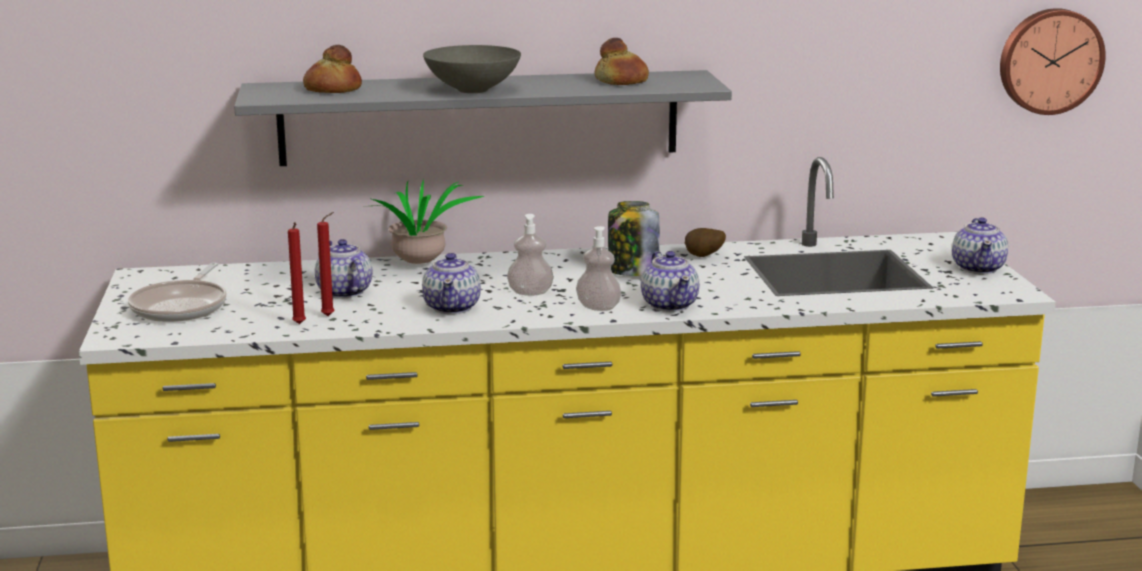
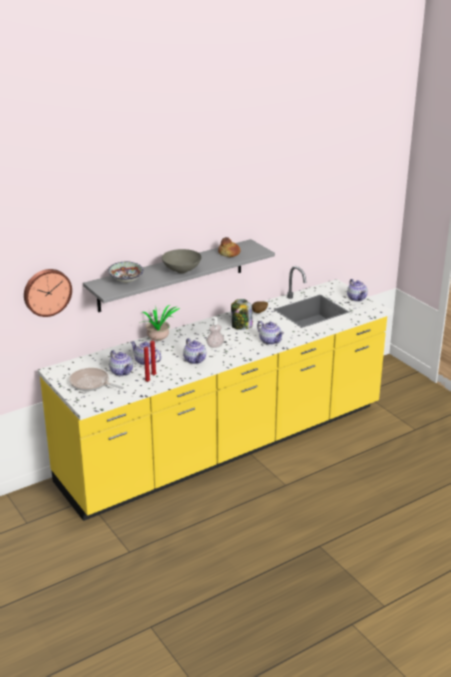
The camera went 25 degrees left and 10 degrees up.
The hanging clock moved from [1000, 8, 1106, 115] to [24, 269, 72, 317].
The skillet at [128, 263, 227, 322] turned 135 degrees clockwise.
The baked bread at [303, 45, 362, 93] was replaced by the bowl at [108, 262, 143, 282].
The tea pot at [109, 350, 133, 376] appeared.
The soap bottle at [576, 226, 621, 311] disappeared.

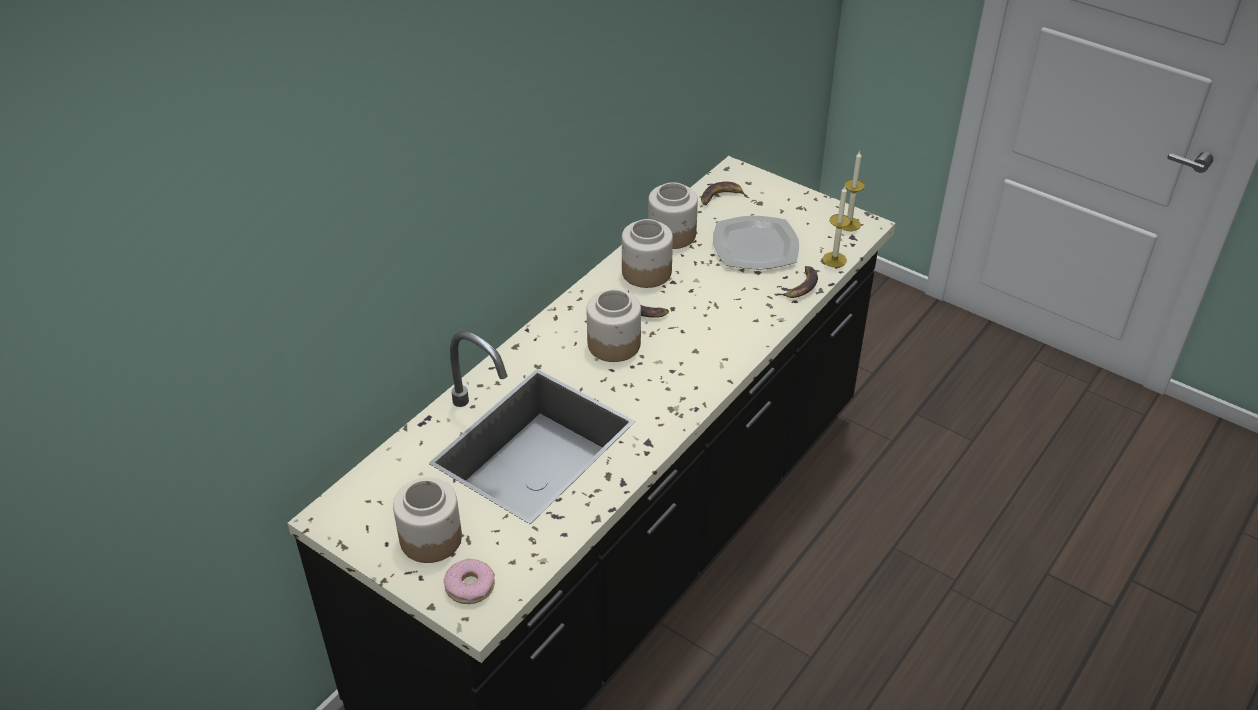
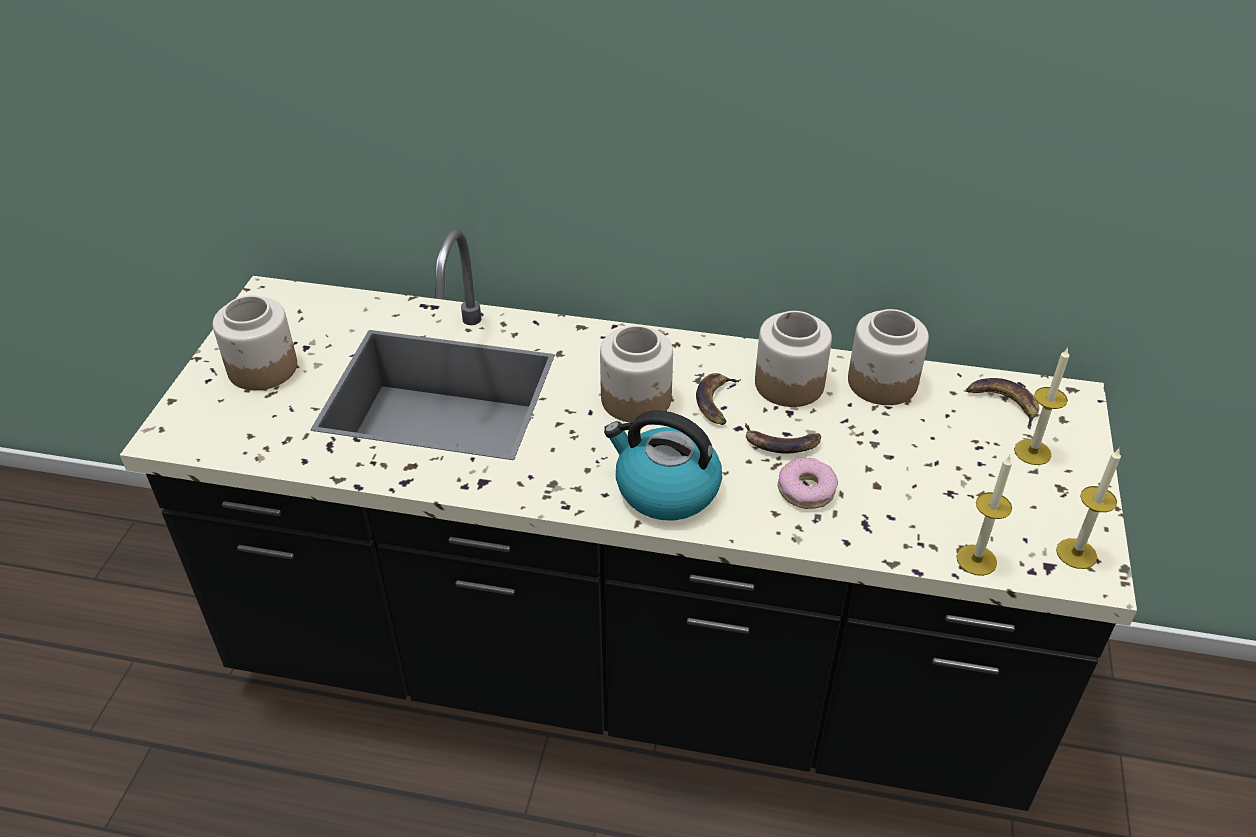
The camera went 65 degrees right and 0 degrees up.
The kettle at [604, 410, 722, 520] appeared.
The banana fruit moved from [775, 266, 818, 298] to [745, 423, 821, 453].
The ring doughnut moved from [444, 559, 495, 604] to [778, 457, 838, 509].
The wax light at [1014, 347, 1069, 465] appeared.
The plate at [713, 216, 799, 269] disappeared.

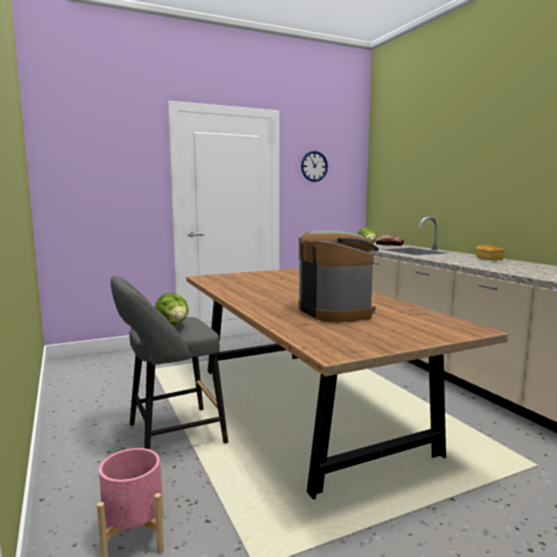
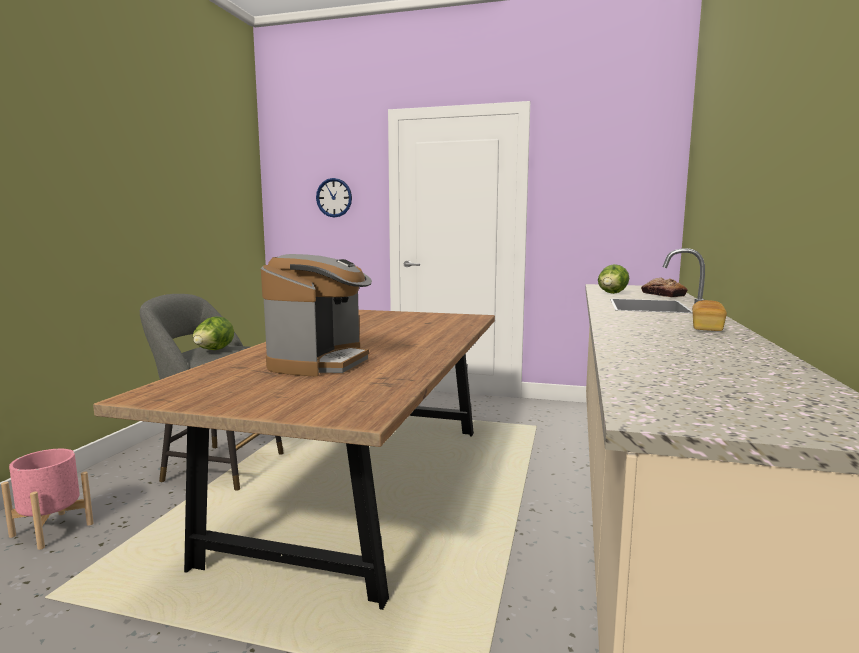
The camera went 40 degrees right and 0 degrees up.
The hanging clock moved from [301, 151, 328, 182] to [316, 178, 352, 217].

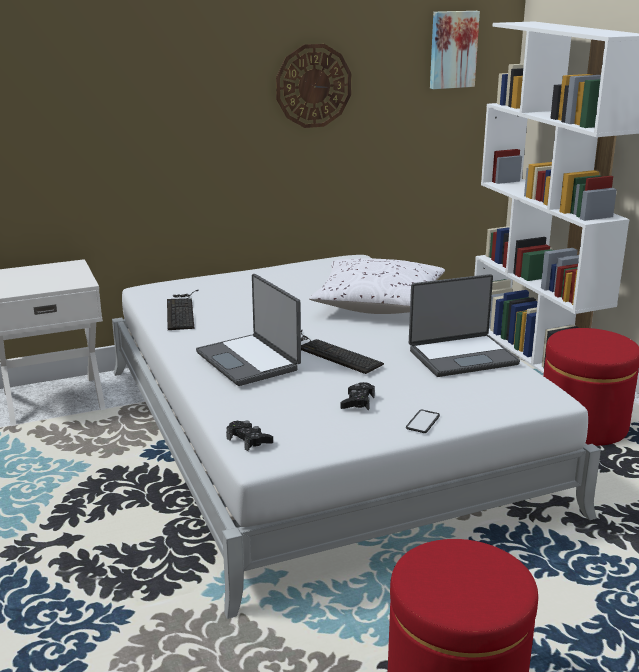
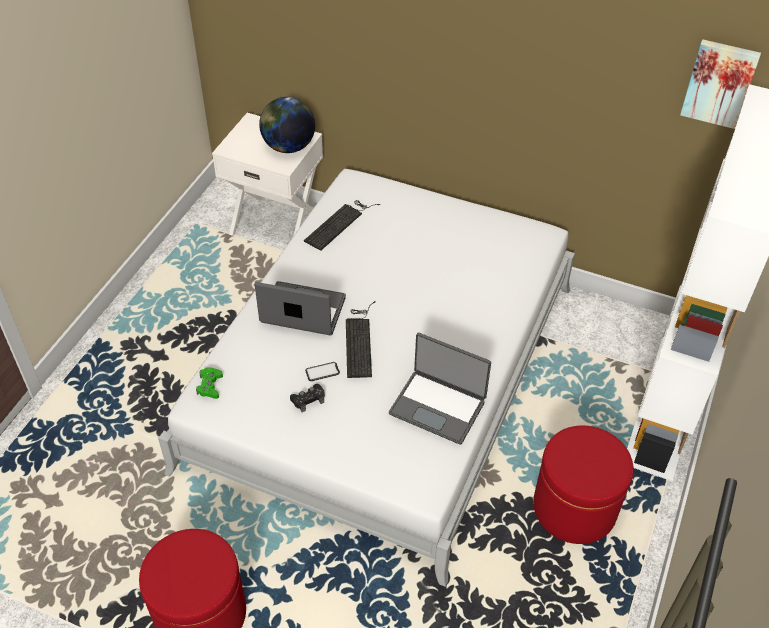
The camera went 45 degrees right and 25 degrees up.
The joypad in blackish at [226, 420, 273, 451] became the joypad in green-coloured at [196, 367, 223, 399].
The portable computer at [196, 274, 301, 386] turned 90 degrees clockwise.
The world globe at [259, 97, 315, 153] appeared.
The phone moved from [406, 410, 440, 433] to [305, 362, 340, 381].
The hanging clock at [276, 44, 351, 128] disappeared.
The pillow in white at [309, 258, 445, 314] disappeared.

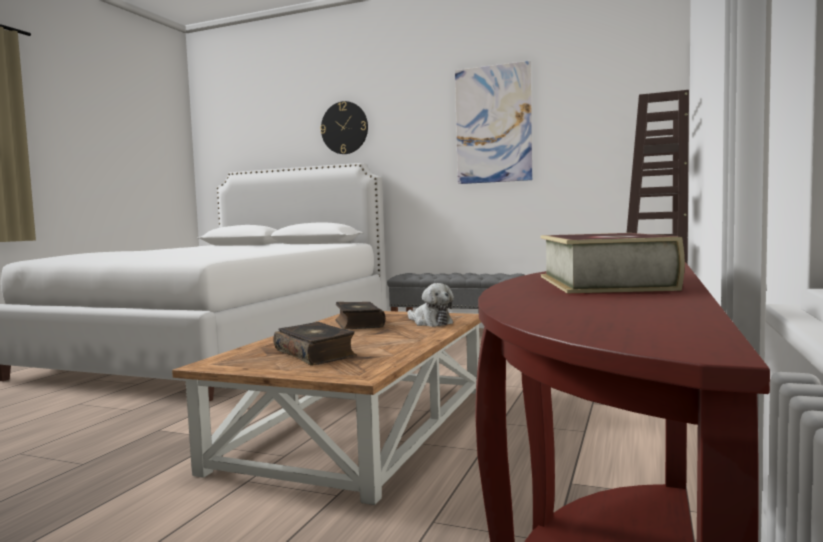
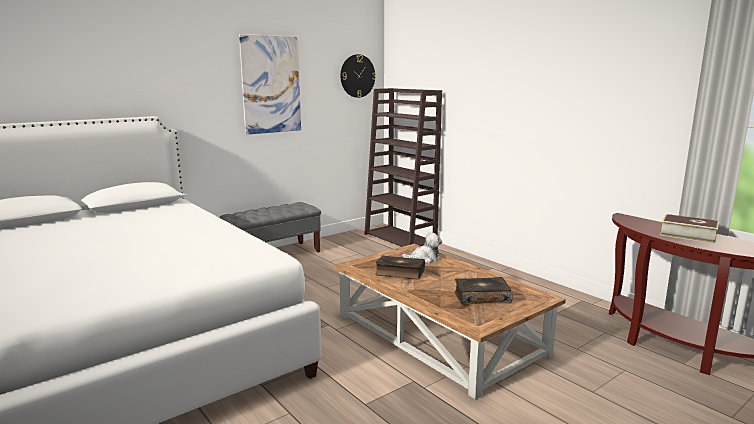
The camera went 60 degrees left and 10 degrees up.
The hanging clock moved from [320, 101, 368, 154] to [340, 54, 376, 98].

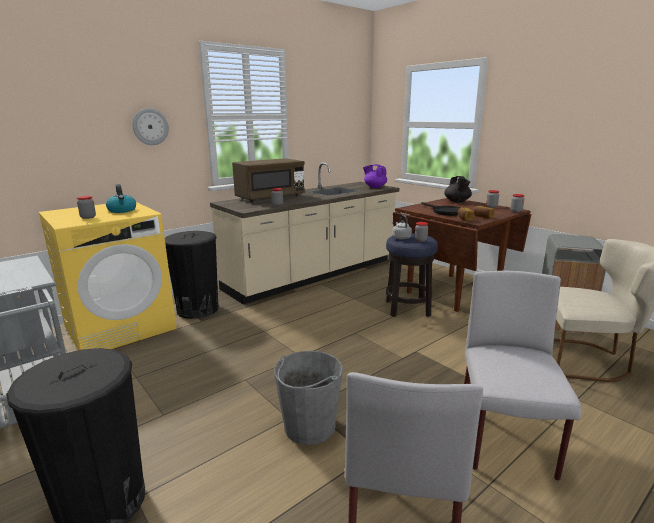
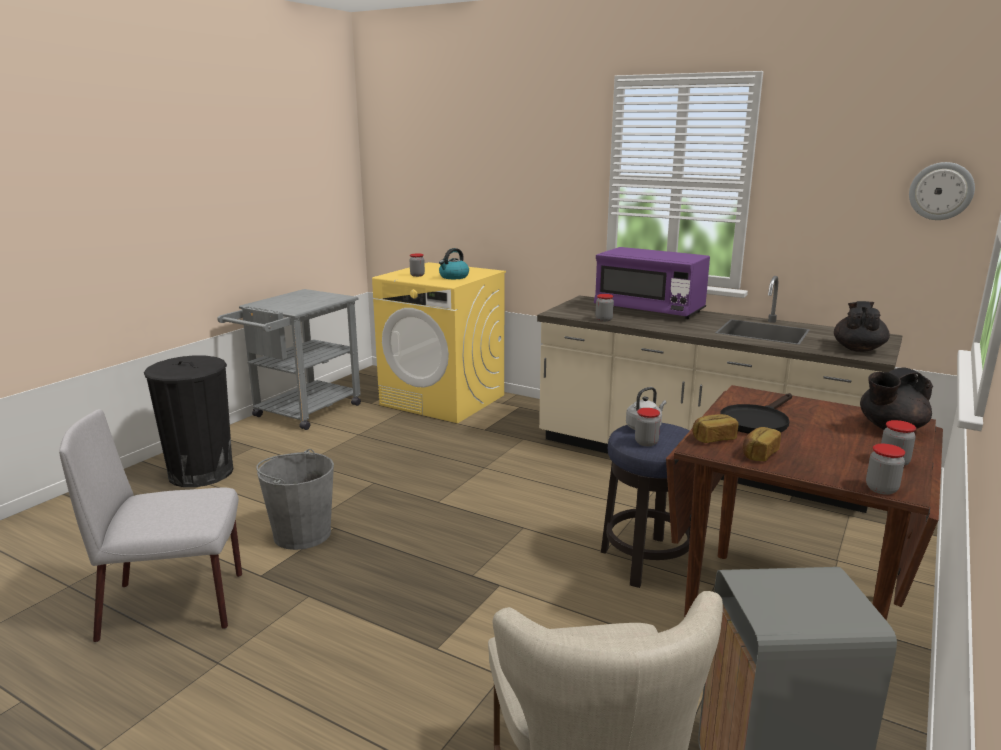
The camera went 70 degrees right and 0 degrees up.
The microwave in brownish at [232, 158, 305, 202] became the microwave in purplish at [594, 247, 710, 319].
The tea pot in purplish at [363, 164, 387, 188] became the tea pot in blackish at [834, 301, 890, 352].
The hanging clock moved from [132, 108, 169, 145] to [909, 162, 975, 220].
The rubbish bin in blackish at [165, 231, 219, 319] disappeared.
The chair in gray at [464, 271, 582, 481] disappeared.

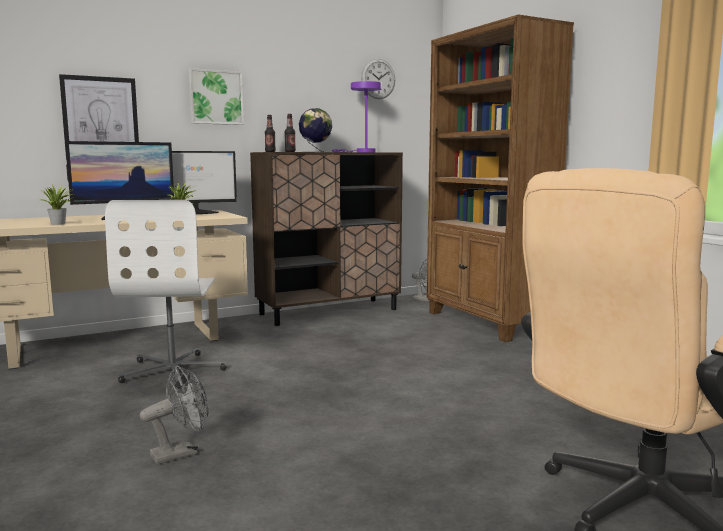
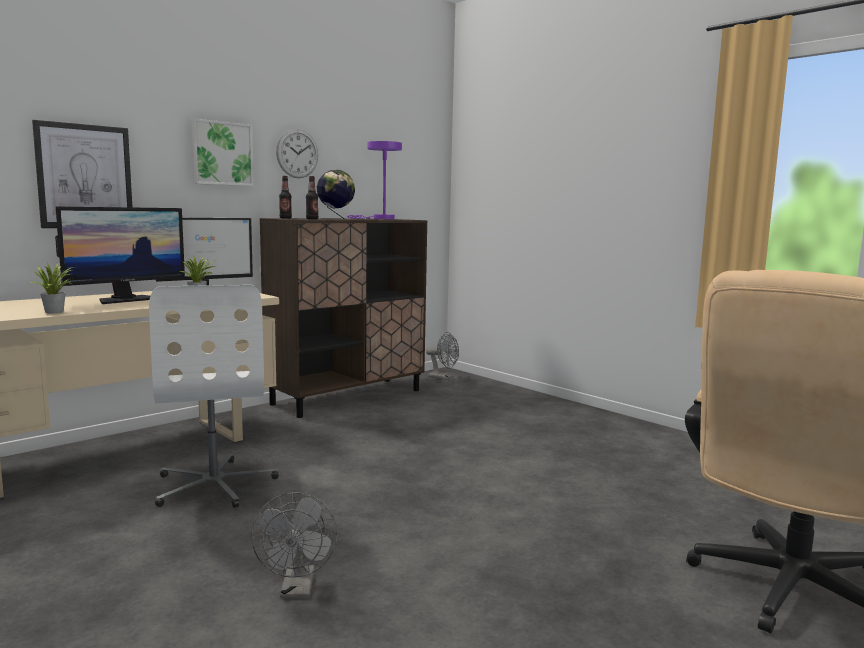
The camera went 15 degrees left and 0 degrees up.
The cooling fan in gray at [140, 366, 208, 464] turned 135 degrees clockwise.
The hanging clock moved from [361, 59, 395, 99] to [276, 129, 318, 178].
The shelving unit in brownish at [426, 14, 574, 342] disappeared.

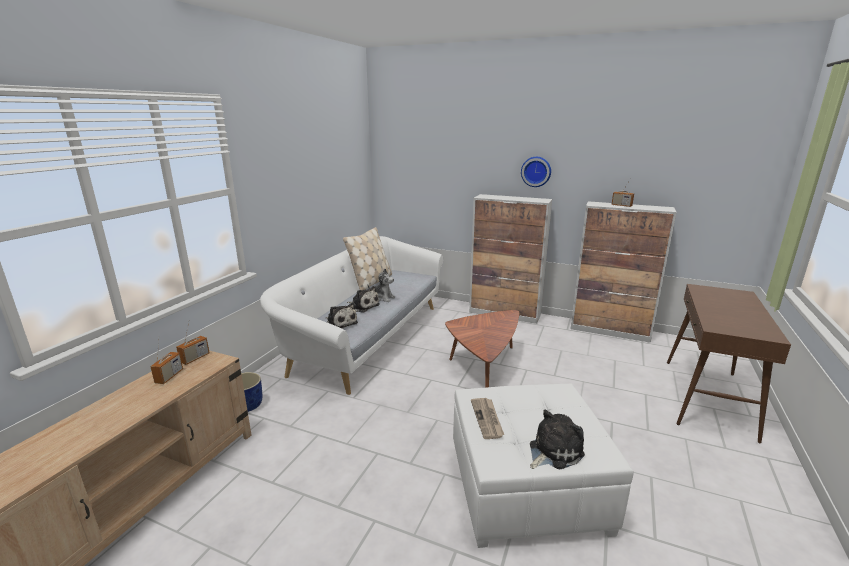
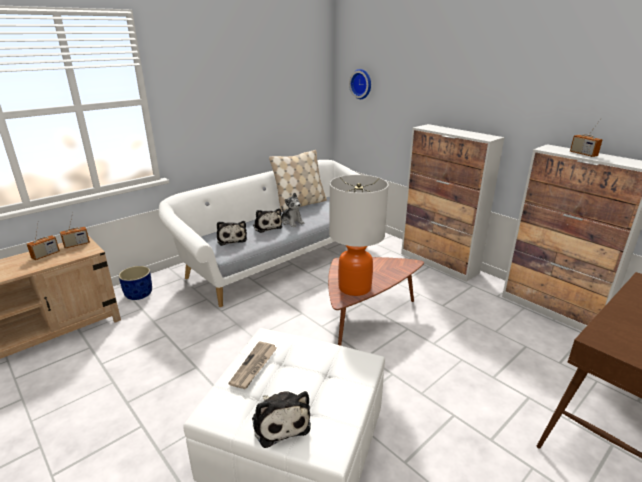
The camera went 25 degrees right and 5 degrees up.
The cuddly toy at [530, 410, 585, 469] turned 75 degrees clockwise.
The tabletop lamp at [329, 175, 389, 296] appeared.
The hanging clock moved from [521, 157, 551, 187] to [349, 69, 371, 99].

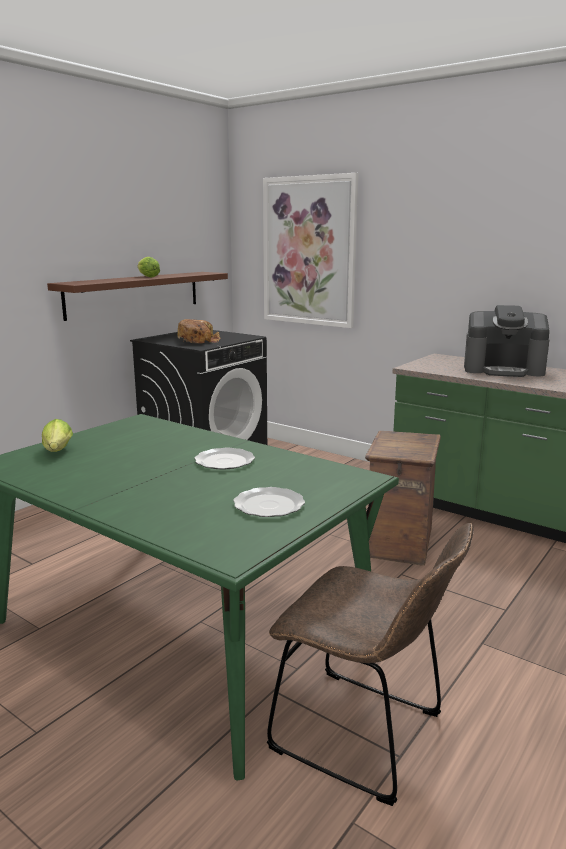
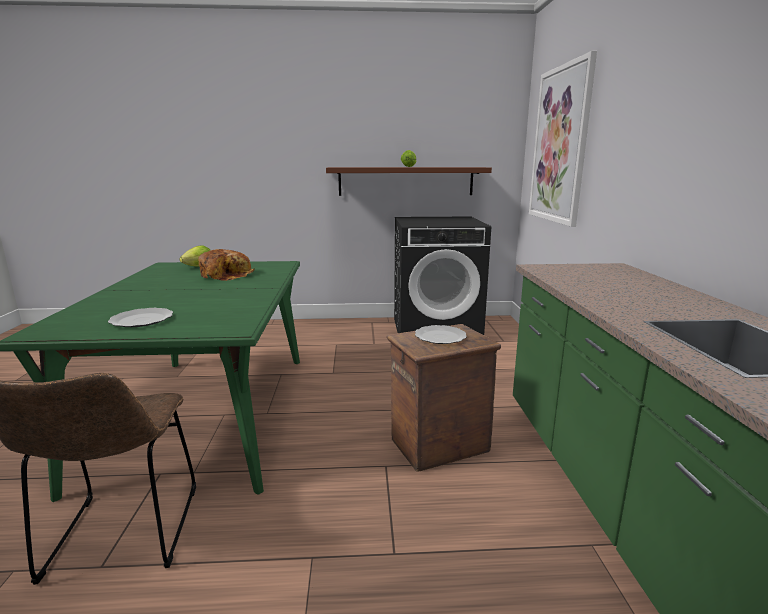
The camera went 50 degrees right and 0 degrees up.
The baked bread moved from [178, 319, 221, 343] to [198, 249, 255, 281].
The plate moved from [194, 448, 255, 470] to [415, 325, 467, 344].
The coffee brewer at [464, 305, 550, 377] disappeared.

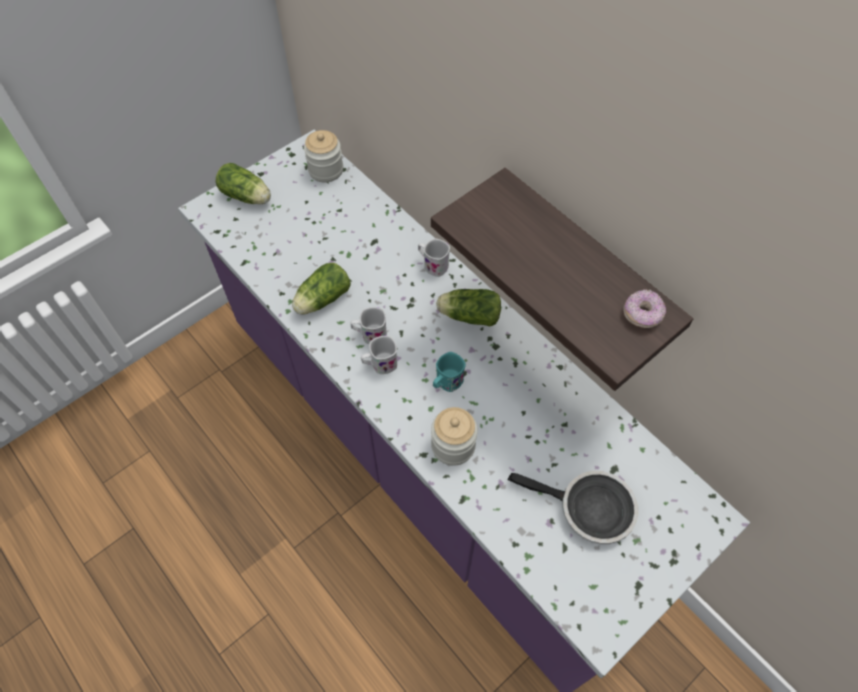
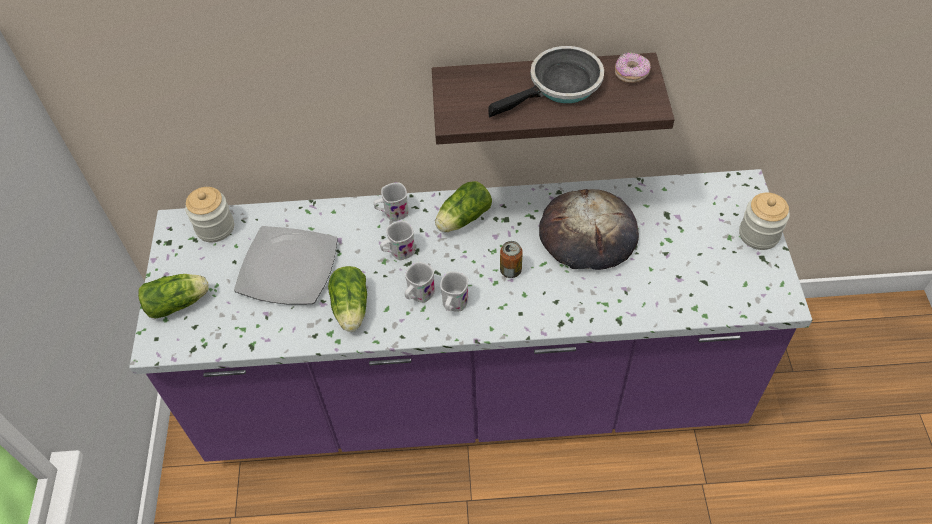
The camera went 50 degrees left and 5 degrees down.
The plate at [234, 226, 338, 305] appeared.
The coffee mug in white at [380, 220, 415, 260] appeared.
The skillet moved from [508, 471, 638, 544] to [489, 46, 604, 117].
The coffee mug in turquoise at [433, 352, 466, 392] was replaced by the can at [500, 241, 523, 278].
The baked bread at [539, 189, 639, 270] appeared.
The storage jar moved from [431, 407, 478, 466] to [739, 193, 790, 250].

